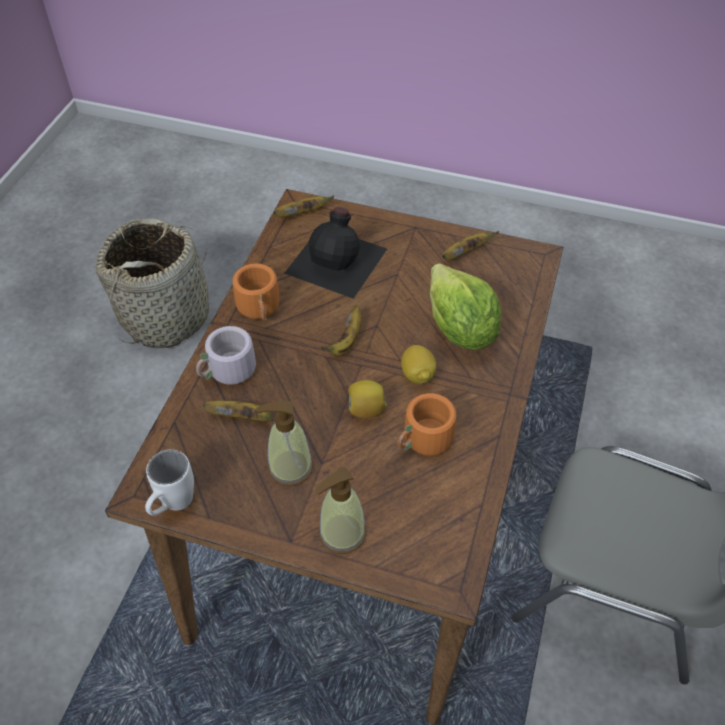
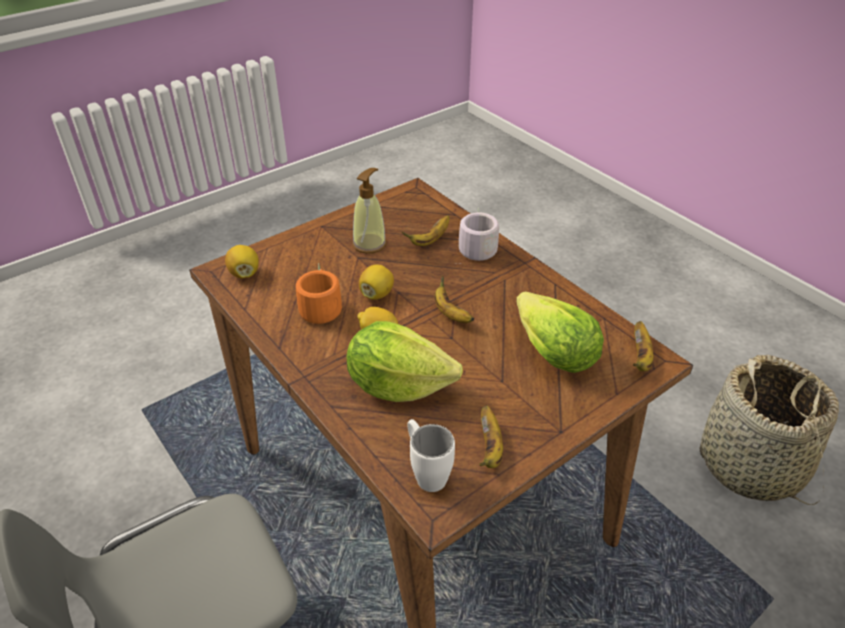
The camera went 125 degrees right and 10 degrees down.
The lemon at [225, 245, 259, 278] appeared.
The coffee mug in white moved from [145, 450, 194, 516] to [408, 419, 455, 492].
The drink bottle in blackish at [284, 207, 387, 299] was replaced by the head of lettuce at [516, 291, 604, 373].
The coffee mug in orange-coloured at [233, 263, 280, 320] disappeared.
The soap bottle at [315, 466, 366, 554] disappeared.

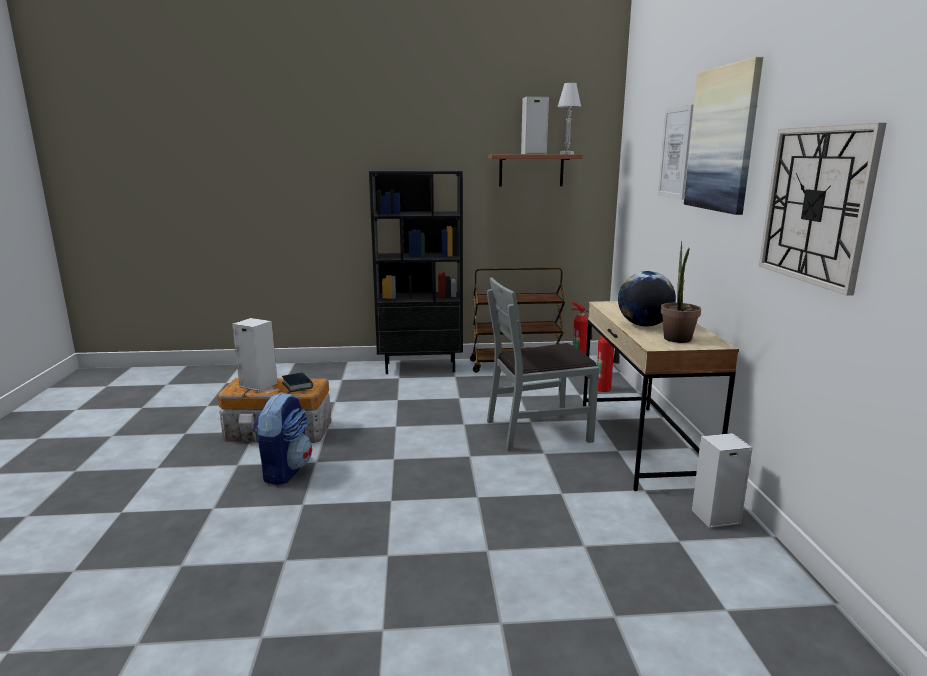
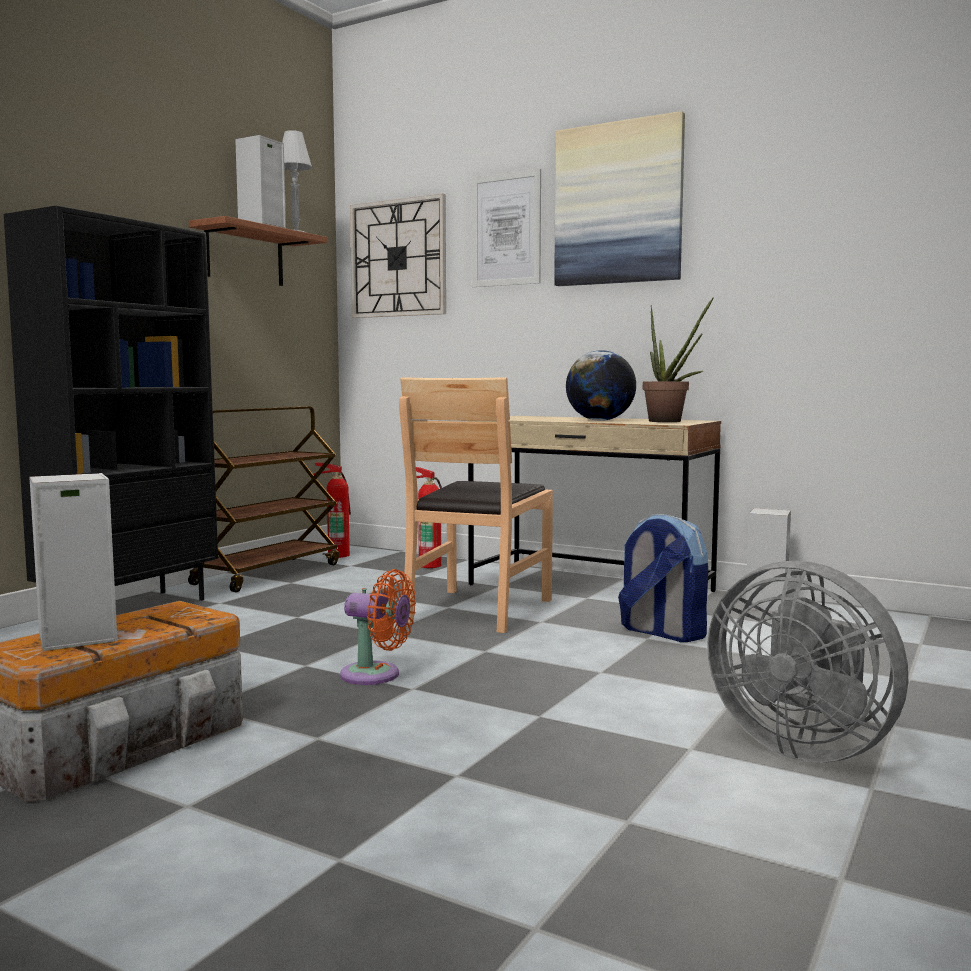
The camera went 55 degrees left and 10 degrees down.
The cooling fan in orange-coloured at [340, 569, 416, 685] appeared.
The hanging clock moved from [759, 123, 886, 296] to [350, 194, 446, 318].
The chair in gray at [487, 277, 599, 451] became the chair in brownish at [399, 377, 553, 633].
The rucksack moved from [253, 392, 312, 485] to [618, 514, 708, 642].
The cooling fan in gray at [707, 561, 908, 763] appeared.
The volume at [282, 372, 313, 392] disappeared.

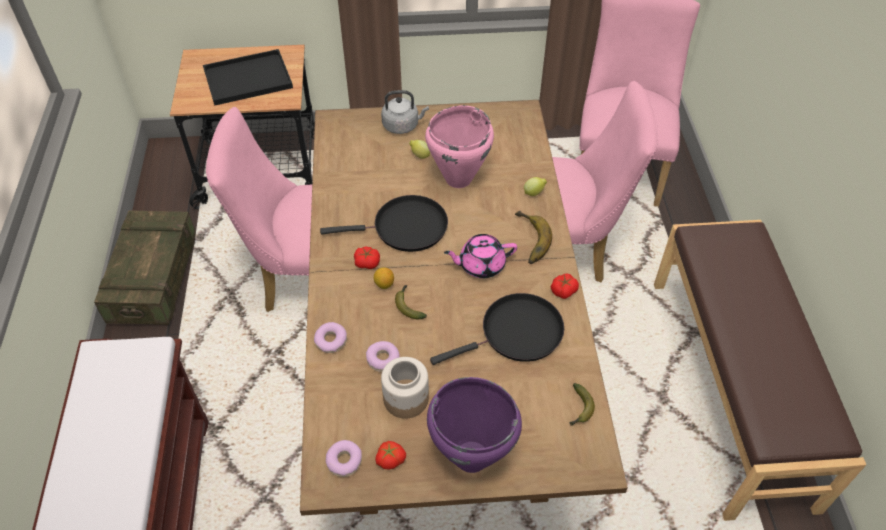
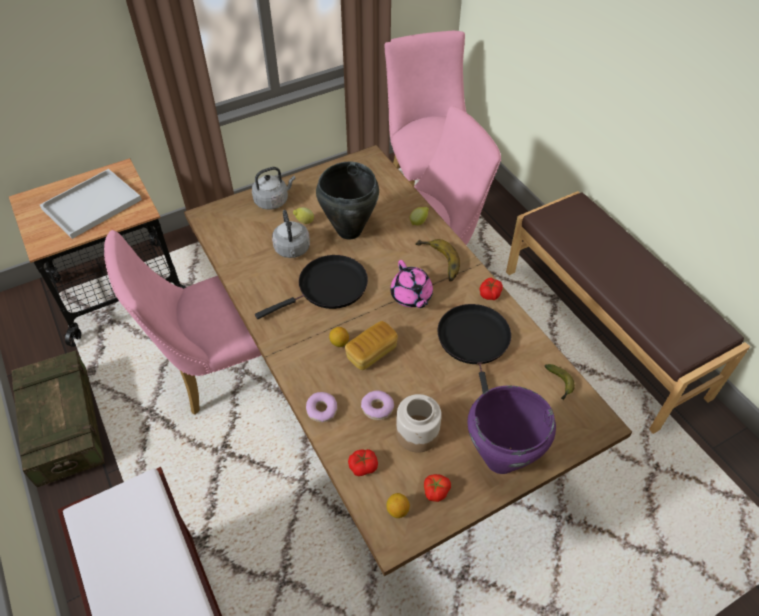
The camera went 25 degrees left and 0 degrees up.
The serving tray in blackish at [203, 49, 293, 106] became the serving tray in white at [40, 169, 142, 239].
The kettle in gray at [272, 210, 310, 258] appeared.
The saucepot in pinkish at [425, 105, 494, 188] became the saucepot in blackish at [316, 161, 379, 239].
The banana fruit at [395, 285, 427, 319] was replaced by the baked bread at [345, 321, 398, 370].
The tomato moved from [354, 247, 380, 269] to [348, 449, 378, 476].
The ring doughnut at [326, 440, 362, 477] was replaced by the lemon at [386, 493, 410, 518].
The tea pot in pinkish at [444, 234, 517, 278] turned 75 degrees counterclockwise.
The skillet in blackish at [430, 293, 564, 365] turned 45 degrees counterclockwise.

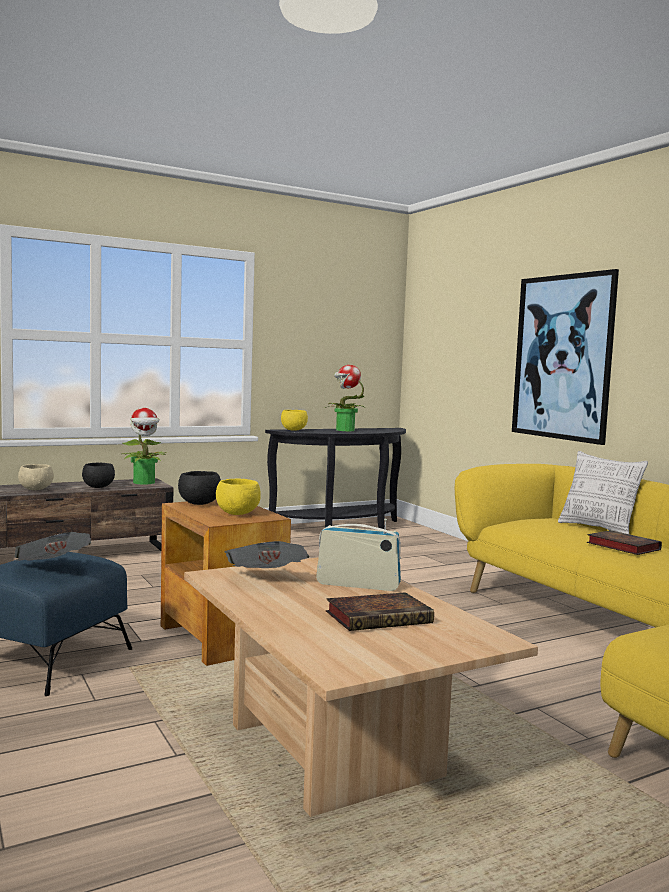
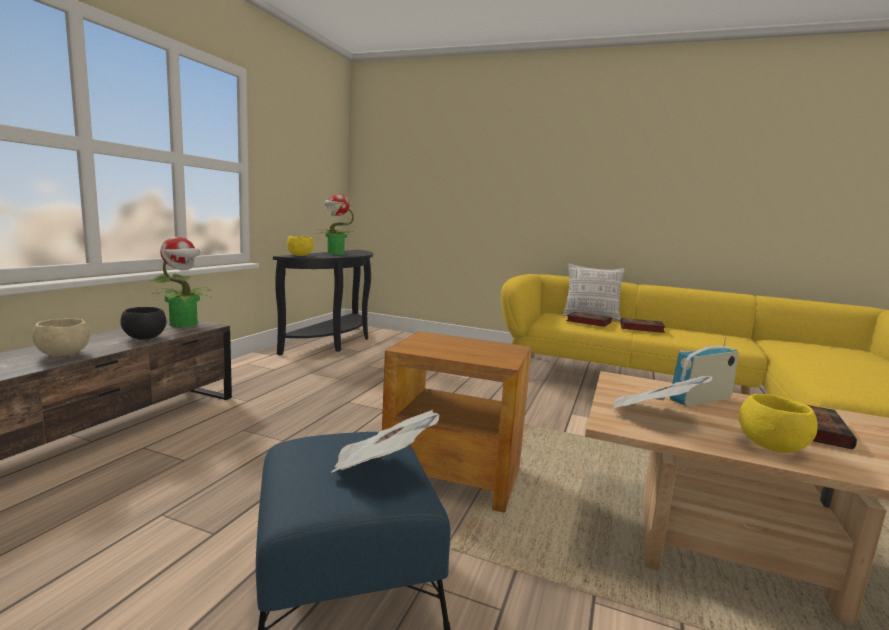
The camera went 40 degrees left and 5 degrees up.
The volume at [566, 312, 612, 327] appeared.
The bowl in yellowish moved from [216, 479, 261, 515] to [739, 394, 818, 453].
The bowl in blackish at [178, 471, 221, 505] disappeared.
The wall art at [512, 269, 619, 445] disappeared.

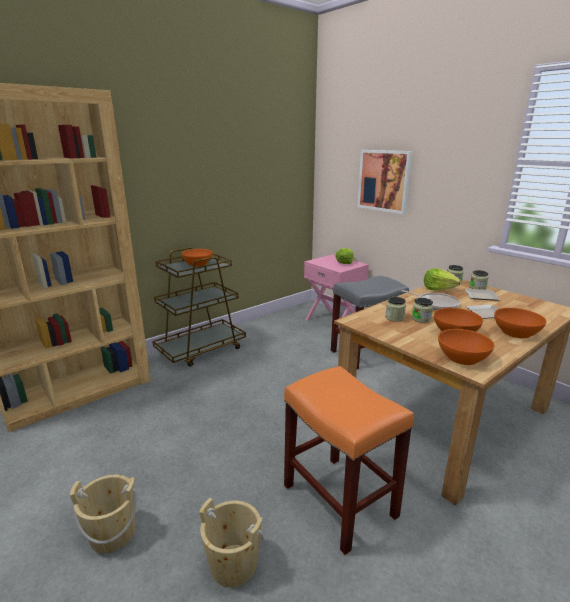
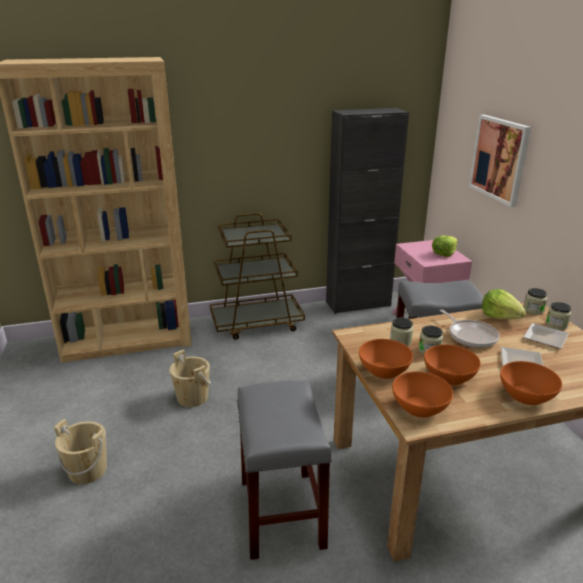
The camera went 25 degrees right and 5 degrees up.
The bucket in sand-coloured moved from [199, 498, 264, 588] to [169, 350, 211, 407].
The sitting stool in orange-coloured at [284, 366, 414, 555] became the sitting stool in gray at [237, 380, 332, 560].
The storage cabinet in blackish at [326, 108, 409, 314] appeared.
The bowl in orange-coloured moved from [181, 249, 213, 267] to [359, 339, 413, 379].

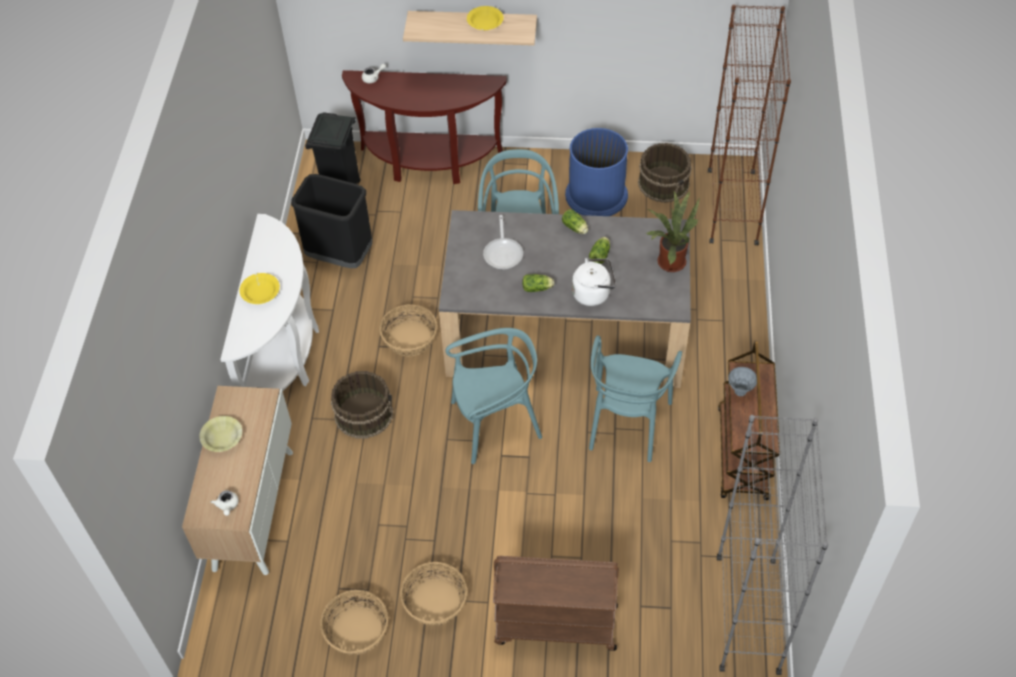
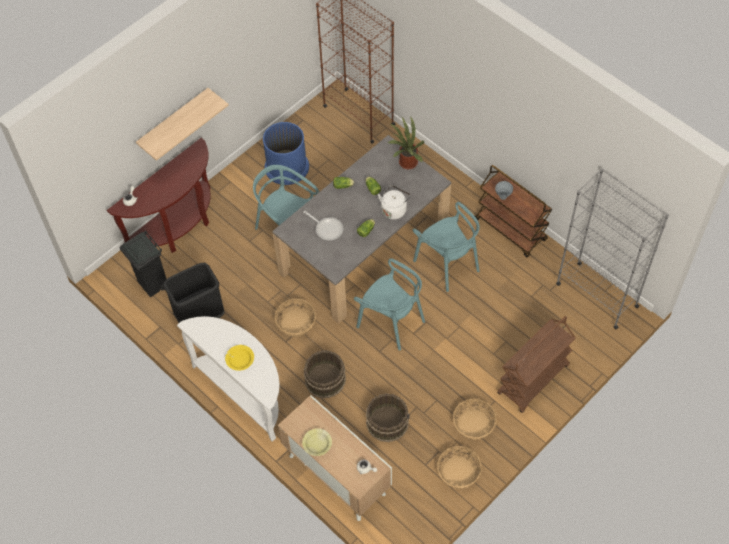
The camera went 50 degrees left and 5 degrees up.
The chair in turquoise at [445, 328, 542, 464] turned 105 degrees clockwise.
The bucket in brownish moved from [638, 143, 692, 203] to [366, 393, 410, 442].
The bowl in yellowish at [467, 6, 504, 30] disappeared.

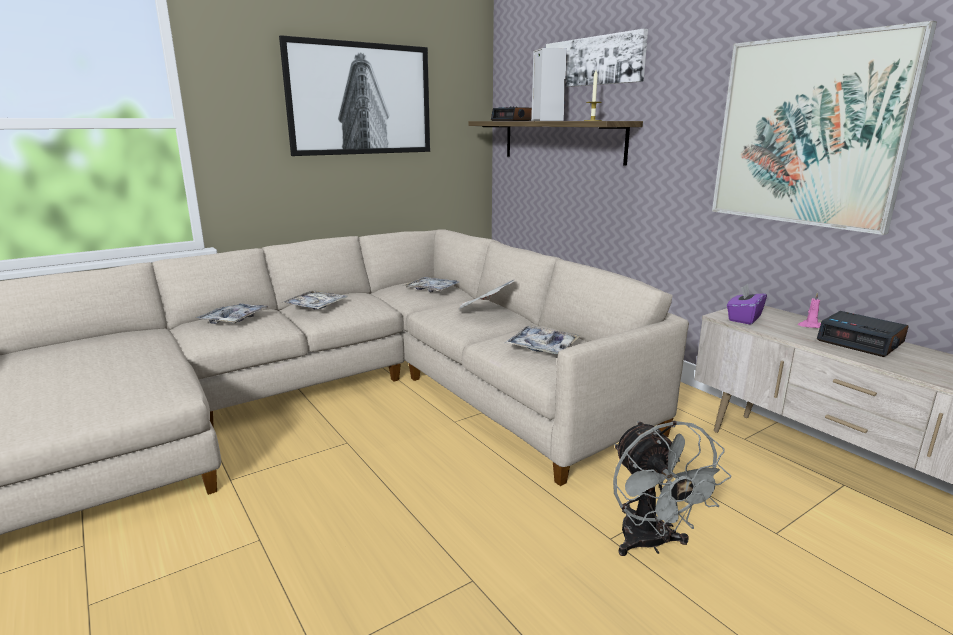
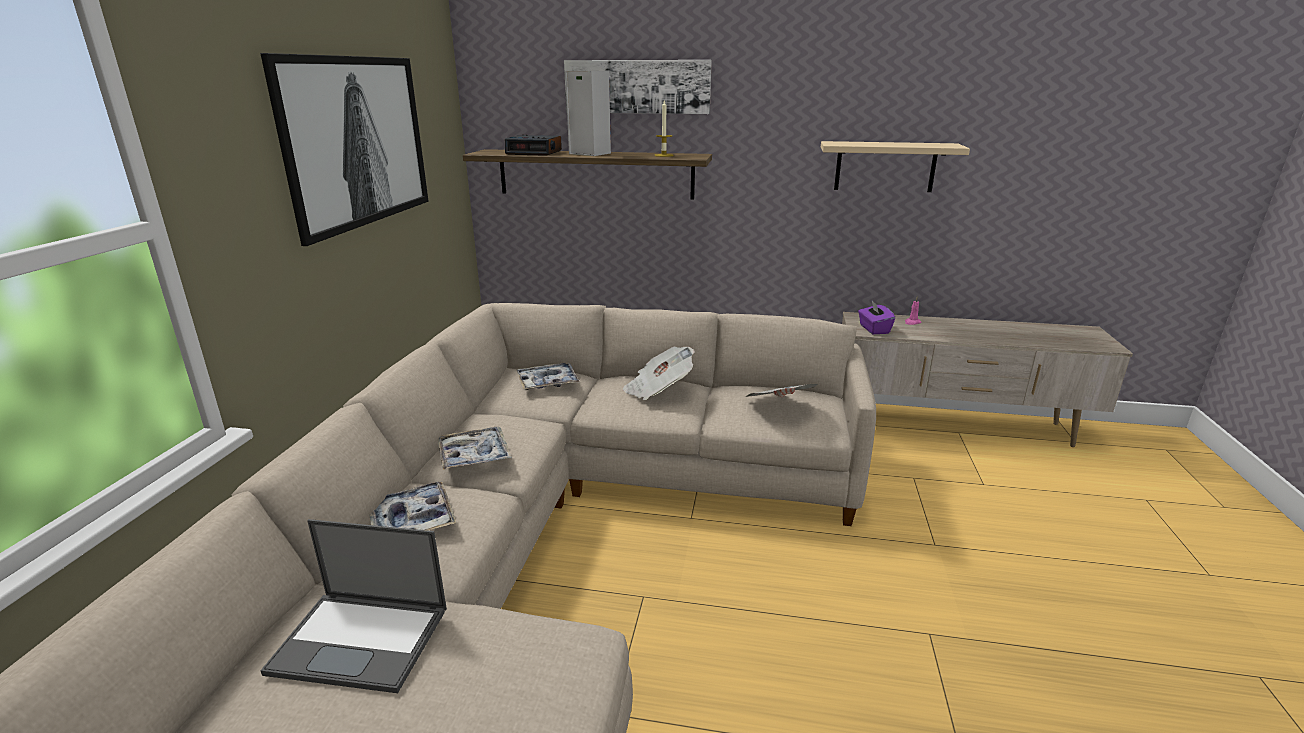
The camera went 45 degrees left and 5 degrees up.
The portable computer at [260, 519, 447, 693] appeared.
The serving tray at [505, 326, 581, 354] was replaced by the newspaper at [745, 384, 818, 398].
The wall art at [712, 21, 937, 235] was replaced by the bracket shelf in sand-coloured at [821, 141, 970, 192].
The cooling fan in gray at [613, 420, 731, 556] disappeared.
The alarm clock at [817, 311, 909, 357] disappeared.

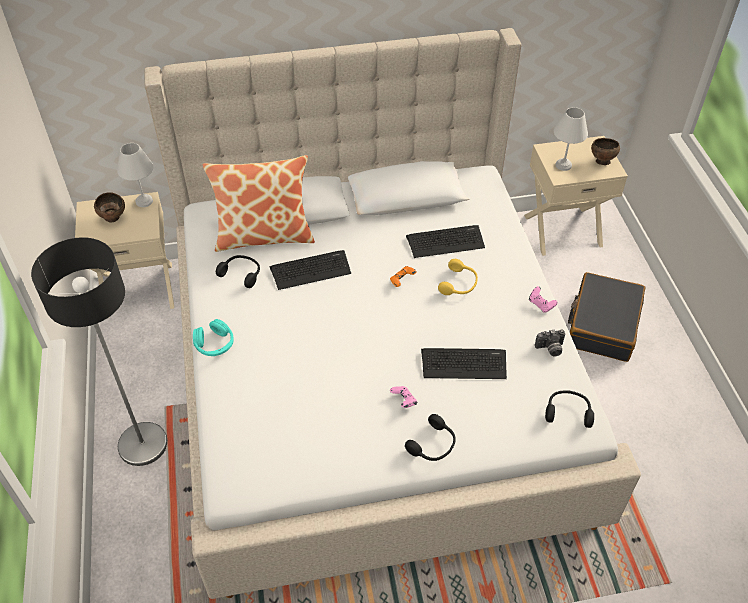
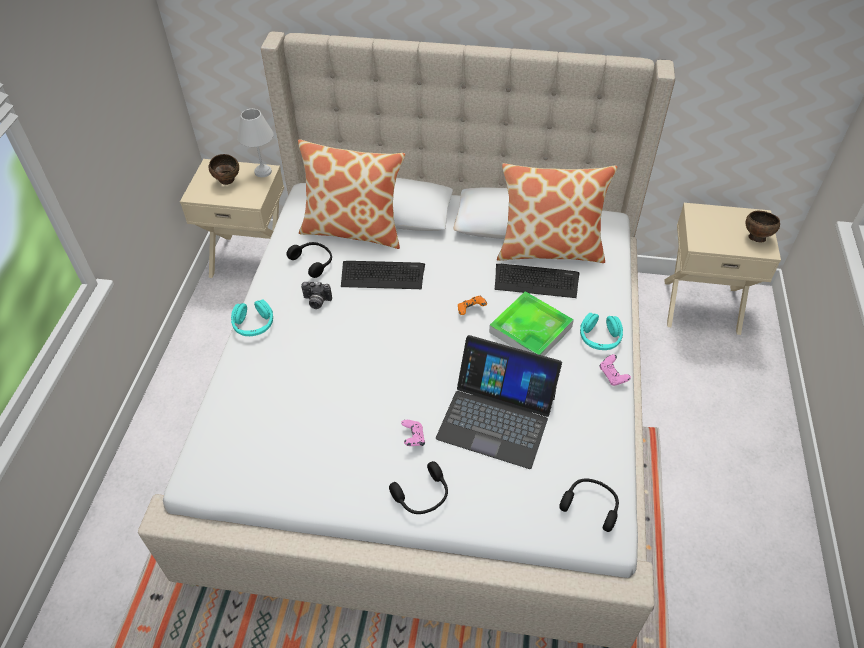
The camera went 20 degrees right and 0 degrees up.
The still camera moved from [535, 329, 565, 356] to [301, 281, 332, 309].
The PC keyboard at [421, 348, 507, 379] was replaced by the portable computer at [436, 335, 562, 469].
The pair of headphones in yellowish at [438, 259, 478, 295] was replaced by the serving tray at [489, 291, 574, 356].
The pillow at [497, 163, 617, 263] appeared.
The pair of headphones in turquoise at [580, 313, 623, 350] appeared.
The standing lamp at [31, 237, 167, 466] disappeared.
The tabletop lamp in white at [554, 107, 588, 171] disappeared.
The piece of luggage in blackish at [568, 272, 645, 362] disappeared.

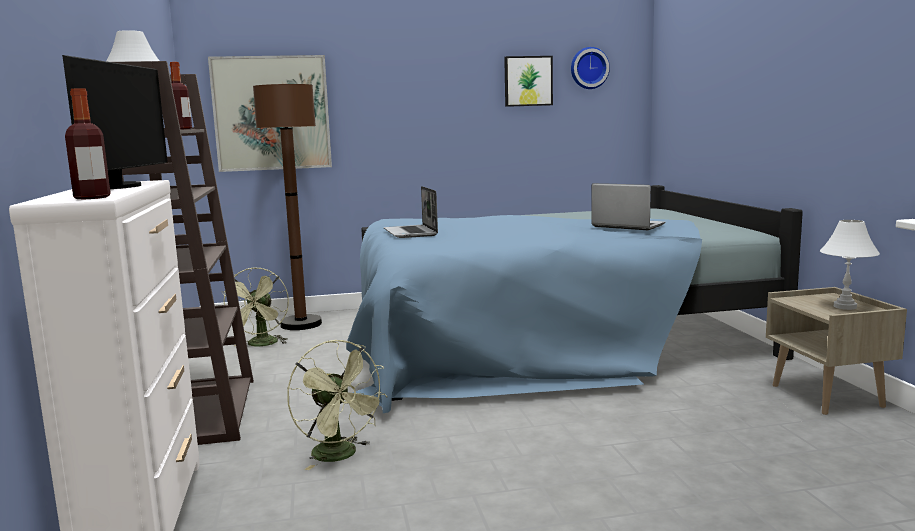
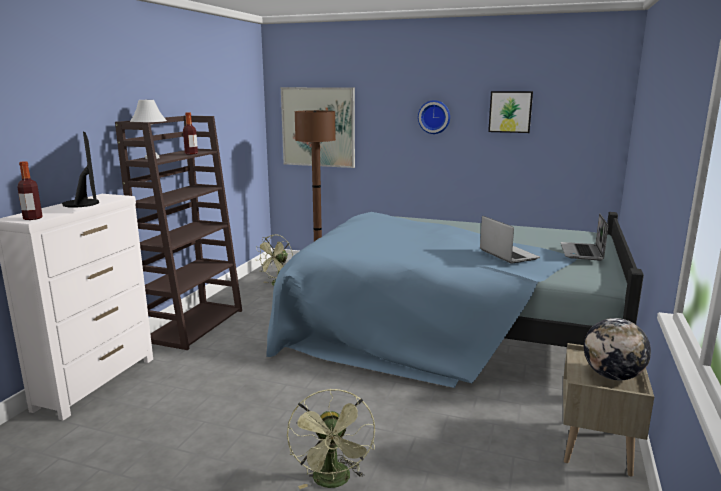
The camera went 30 degrees right and 5 degrees up.
The monitor at [62, 55, 168, 189] turned 60 degrees counterclockwise.
The cooling fan in green-coloured moved from [287, 340, 388, 470] to [287, 389, 375, 489].
The hanging clock moved from [571, 47, 610, 89] to [418, 100, 450, 134].
The portable computer moved from [384, 186, 438, 238] to [561, 213, 608, 261].
The tabletop lamp in white at [820, 220, 880, 310] was replaced by the world globe at [584, 318, 651, 380].

